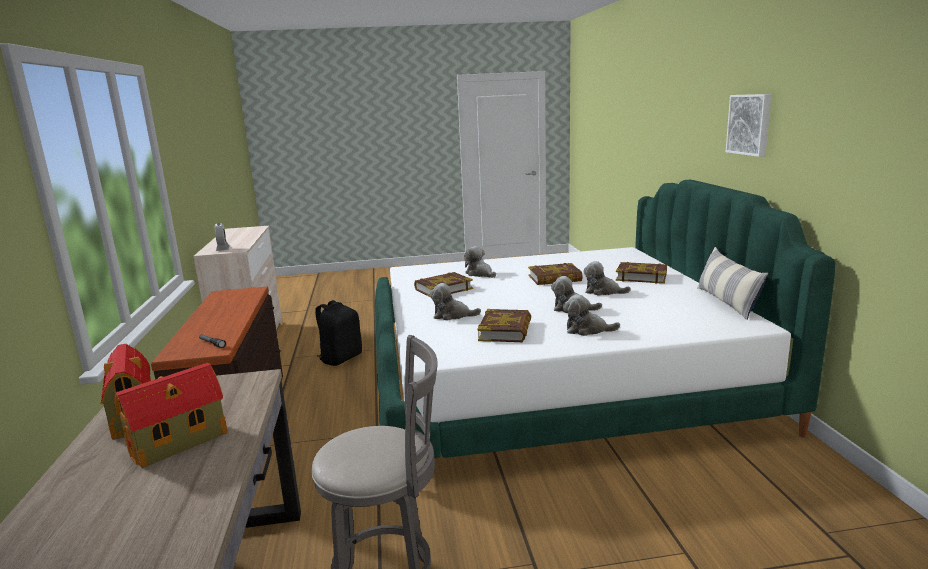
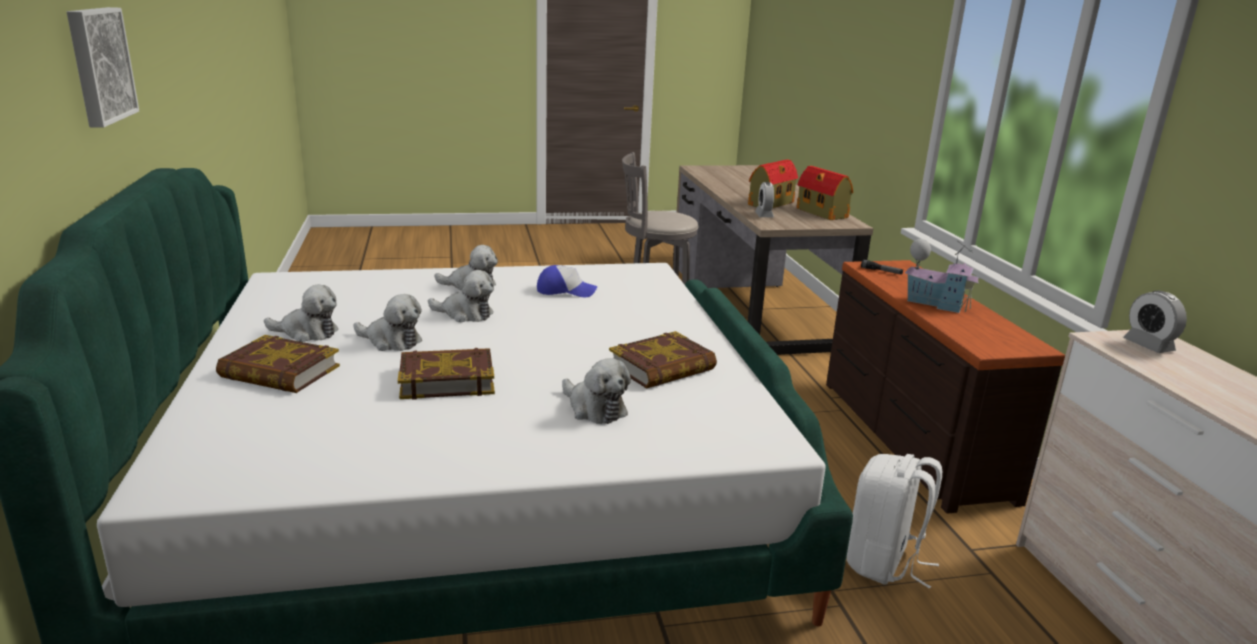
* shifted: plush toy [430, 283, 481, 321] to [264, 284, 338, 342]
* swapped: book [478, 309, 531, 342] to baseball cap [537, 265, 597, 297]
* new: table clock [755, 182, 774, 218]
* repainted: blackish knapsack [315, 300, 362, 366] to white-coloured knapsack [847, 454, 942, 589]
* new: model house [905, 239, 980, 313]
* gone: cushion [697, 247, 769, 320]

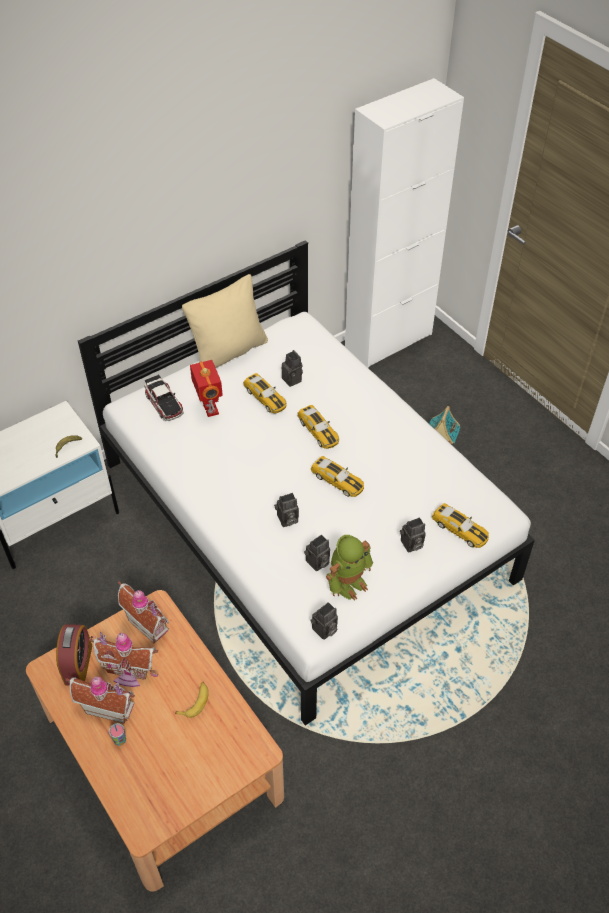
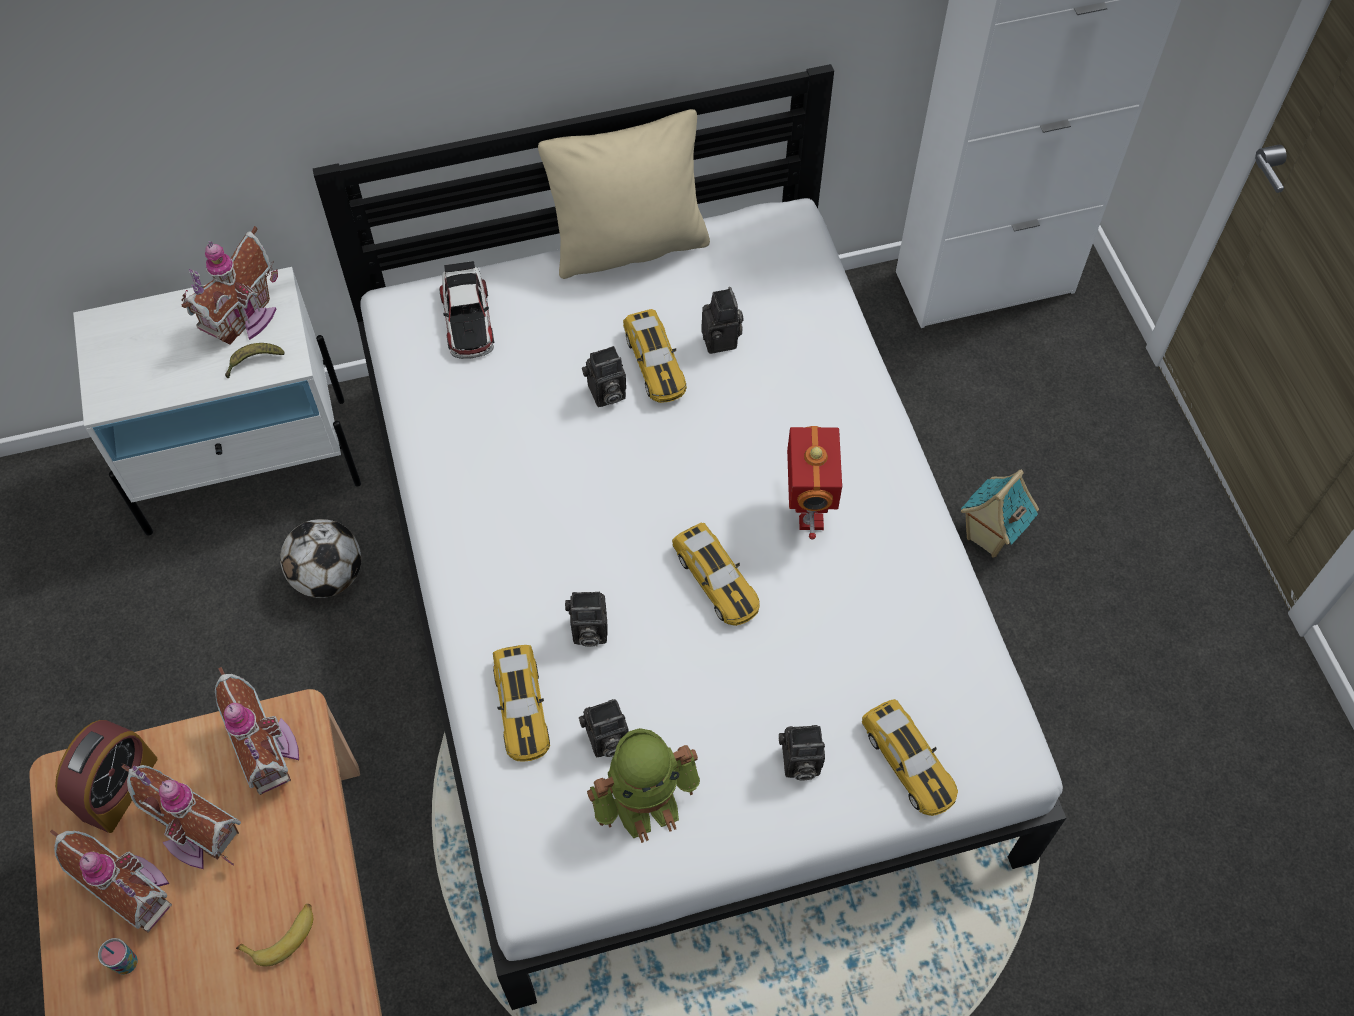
* new: model house [182, 226, 278, 345]
* new: football [280, 519, 361, 598]
* shifted: miniature car [297, 405, 339, 449] to [493, 645, 550, 762]
* shifted: still camera [310, 602, 338, 640] to [582, 346, 626, 407]
* shifted: toy robot [190, 360, 223, 417] to [787, 426, 843, 539]

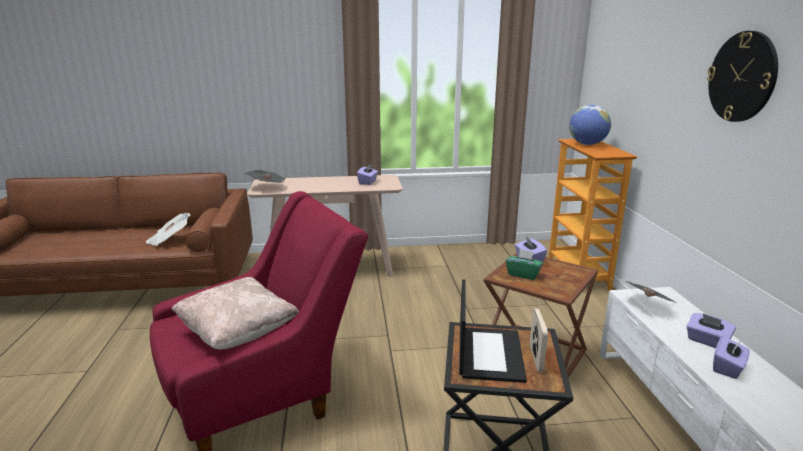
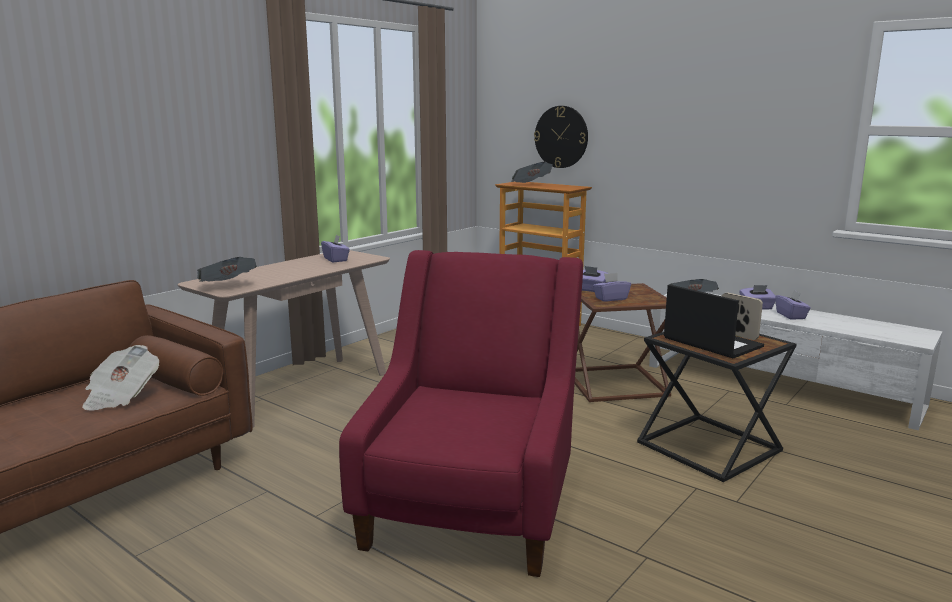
* swapped: world globe [569, 105, 611, 145] to daily paper [512, 162, 553, 183]
* shifted: wall clock [707, 31, 778, 122] to [534, 106, 588, 168]
* repainted: green tissue holder [506, 249, 543, 280] to purplish tissue holder [593, 273, 631, 301]
* gone: beige-coloured cushion [171, 277, 299, 349]

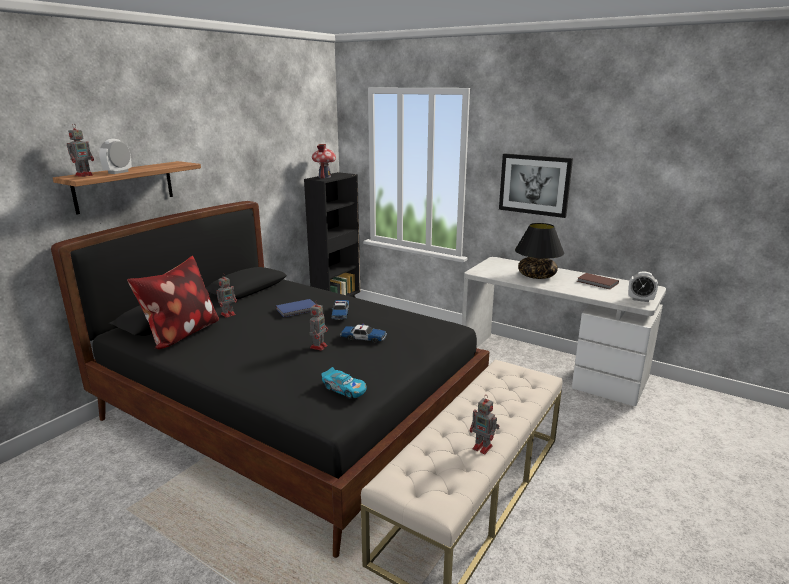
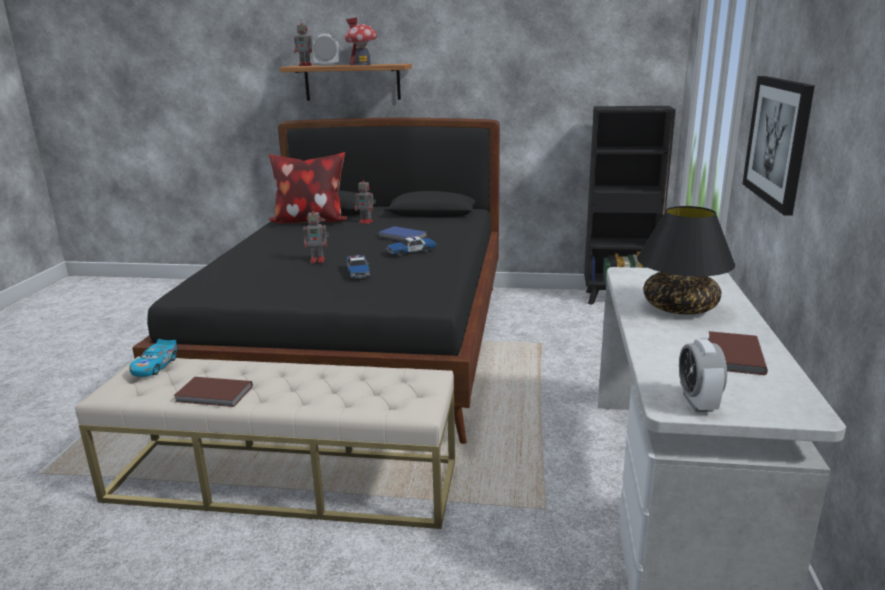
* shifted: miniature car [321, 367, 367, 399] to [129, 339, 177, 377]
* swapped: toy robot [470, 396, 499, 454] to brown-coloured book [173, 377, 253, 407]
* shifted: model house [312, 144, 336, 179] to [345, 17, 377, 65]

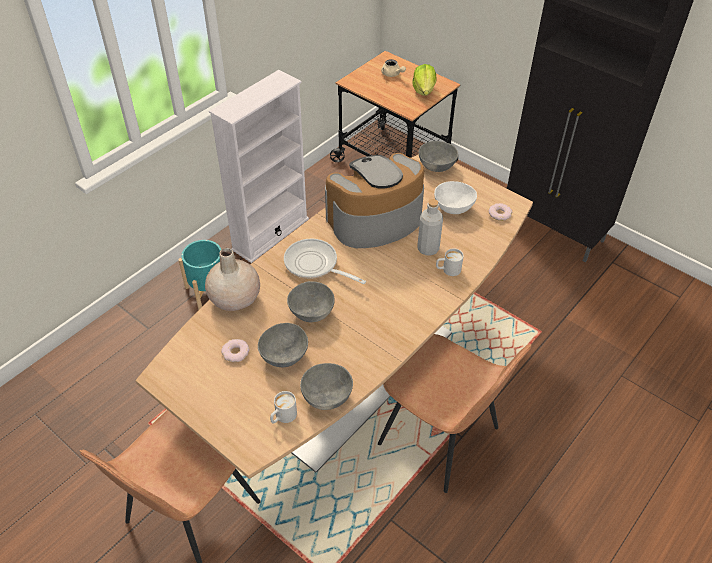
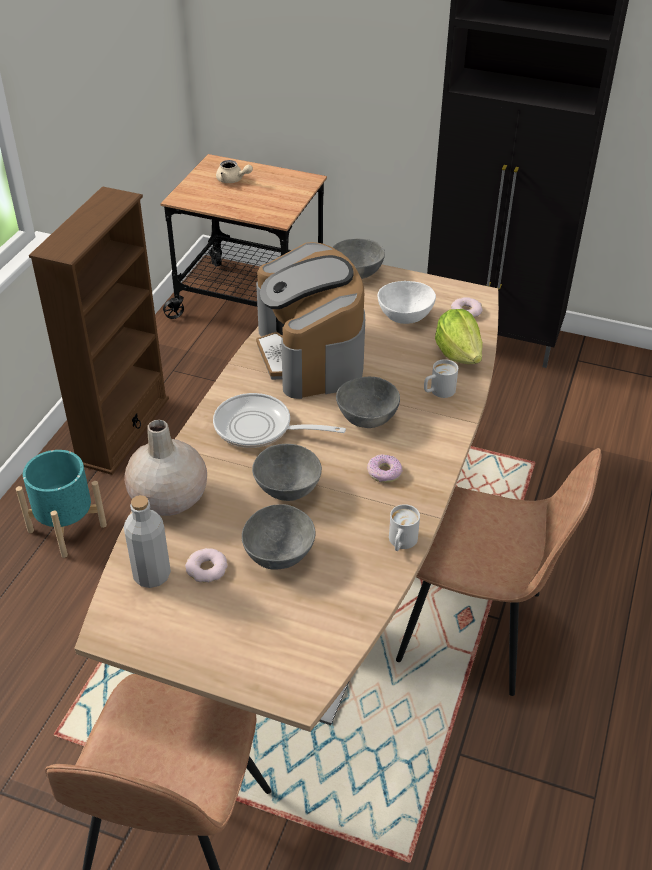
* repainted: white-coloured bookcase [209, 70, 309, 263] to brown-coloured bookcase [29, 186, 169, 475]
* shifted: grey beverage bottle [418, 199, 443, 256] to [124, 495, 171, 588]
* rotated: coffee maker [325, 153, 424, 248] = [256, 242, 365, 399] 60 degrees counterclockwise
* shifted: grey serving bowl [300, 363, 353, 410] to [336, 377, 400, 428]
* new: ring doughnut [367, 454, 403, 483]
* shifted: white-coloured coffee mug [270, 391, 297, 423] to [389, 504, 420, 551]
* shifted: head of lettuce [412, 64, 436, 95] to [435, 309, 483, 364]

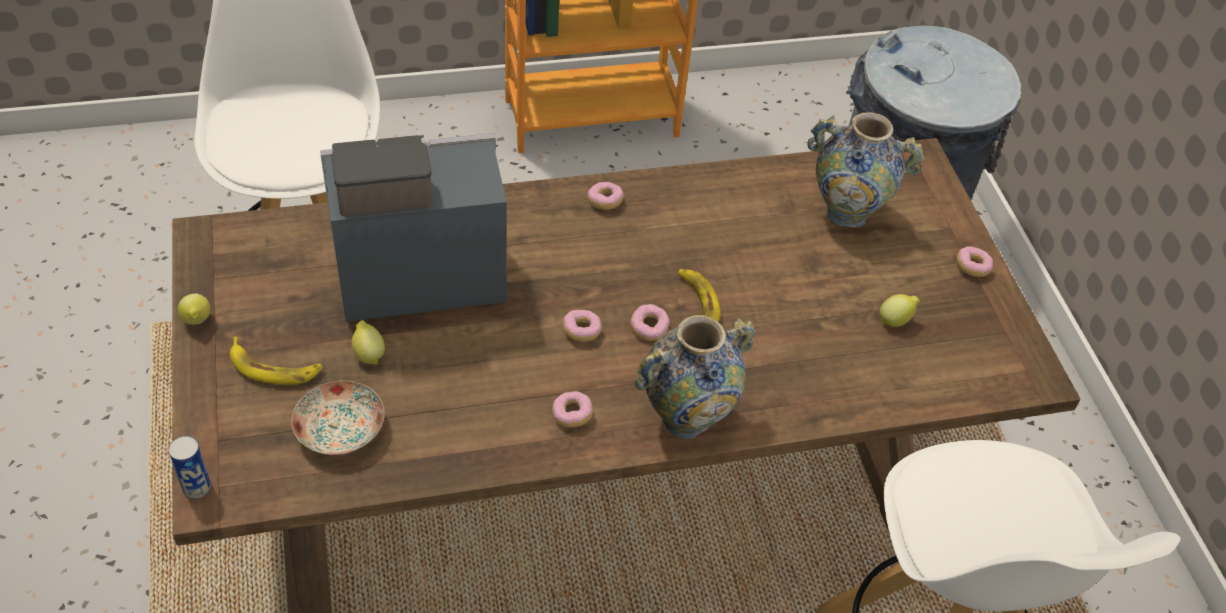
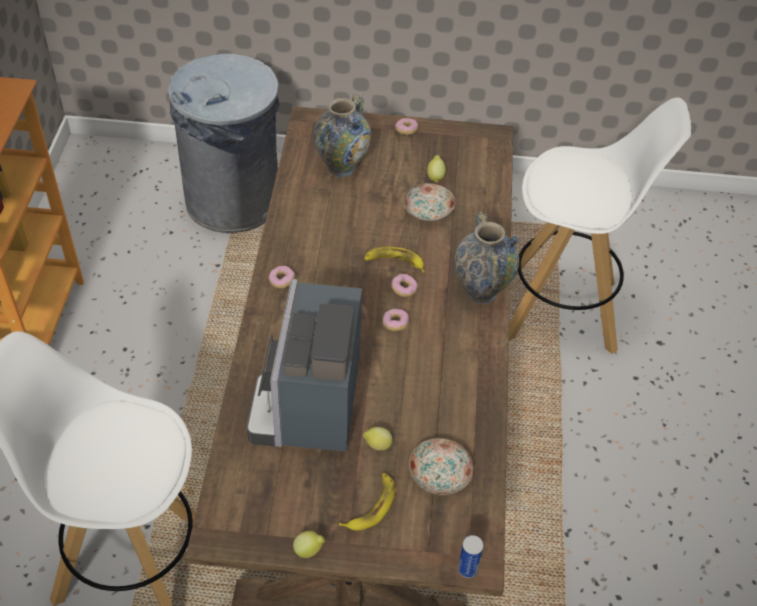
* new: dinner plate [403, 183, 456, 221]
* gone: ring doughnut [552, 391, 593, 428]

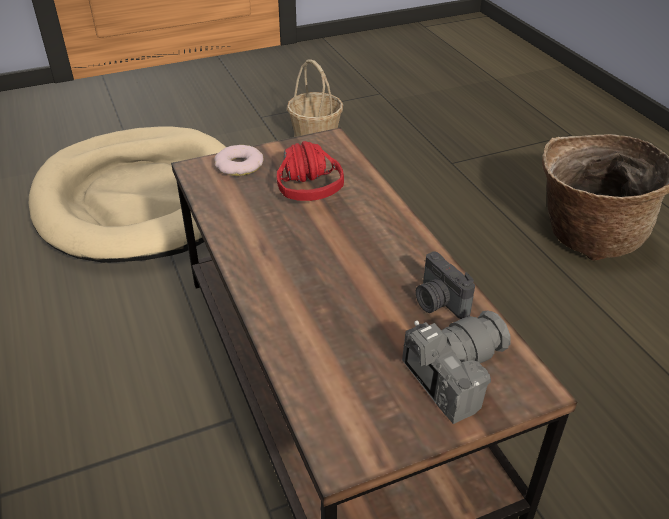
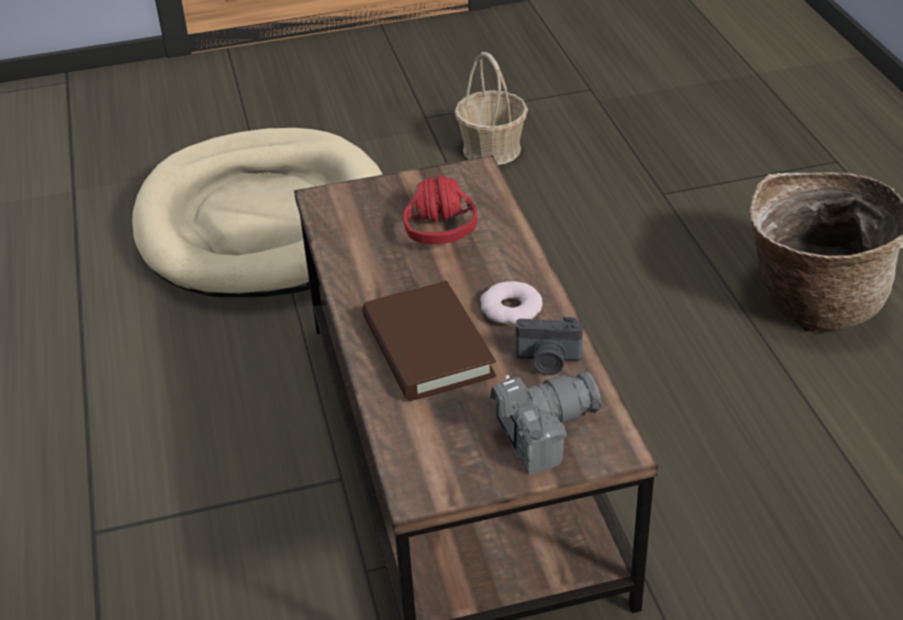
* new: brown-coloured book [362, 280, 496, 401]
* shifted: ring doughnut [214, 145, 264, 176] to [480, 281, 543, 325]
* rotated: still camera [416, 252, 475, 319] = [516, 317, 583, 375] 60 degrees counterclockwise

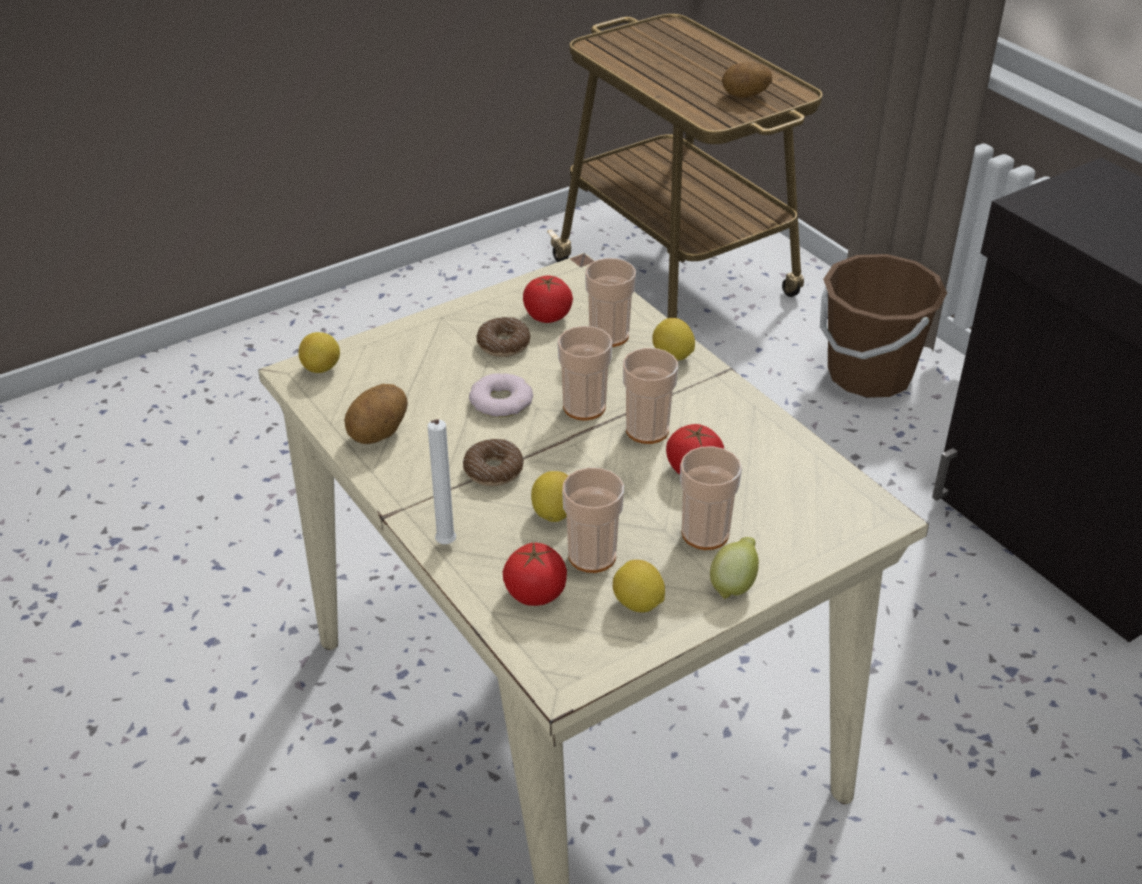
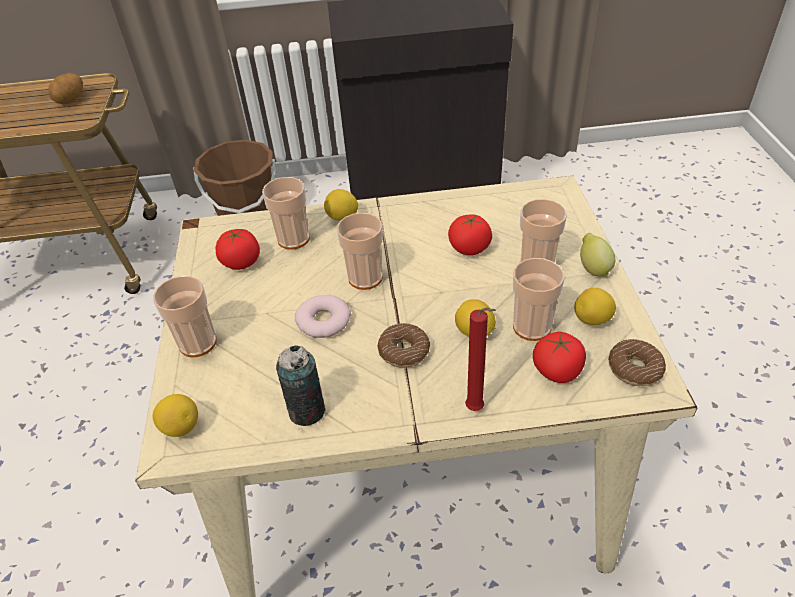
* shifted: small cup [623, 348, 678, 444] to [153, 276, 217, 357]
* swapped: spud [344, 384, 408, 444] to sealed can [276, 345, 325, 426]
* repainted: white-coloured candle [428, 419, 456, 544] to red-coloured candle [465, 308, 496, 411]
* shifted: ring doughnut [476, 317, 531, 357] to [608, 339, 666, 386]

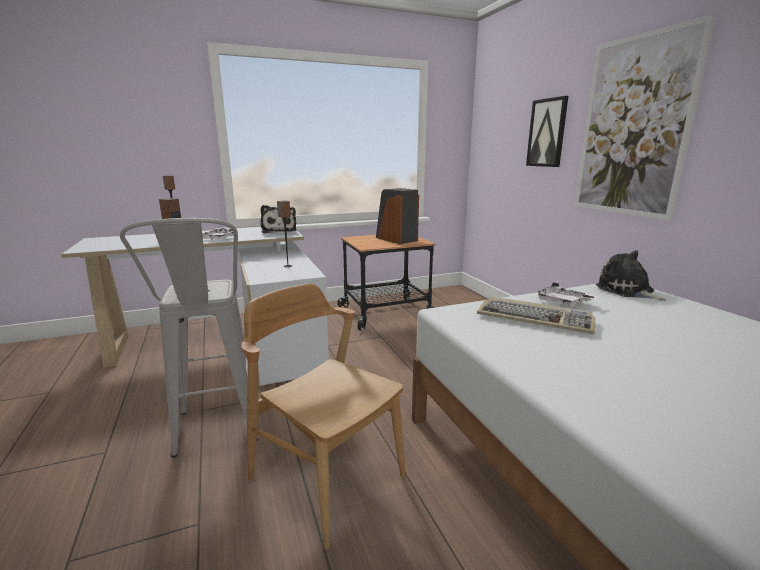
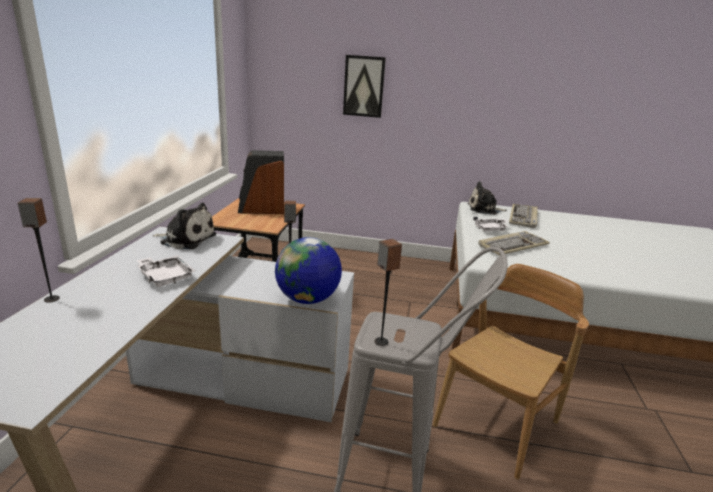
* new: world globe [275, 237, 342, 304]
* rotated: brown-coloured plain chair [241, 283, 406, 550] = [433, 264, 589, 480] 150 degrees clockwise
* new: PC keyboard [509, 204, 538, 228]
* gone: wall art [574, 14, 716, 221]

